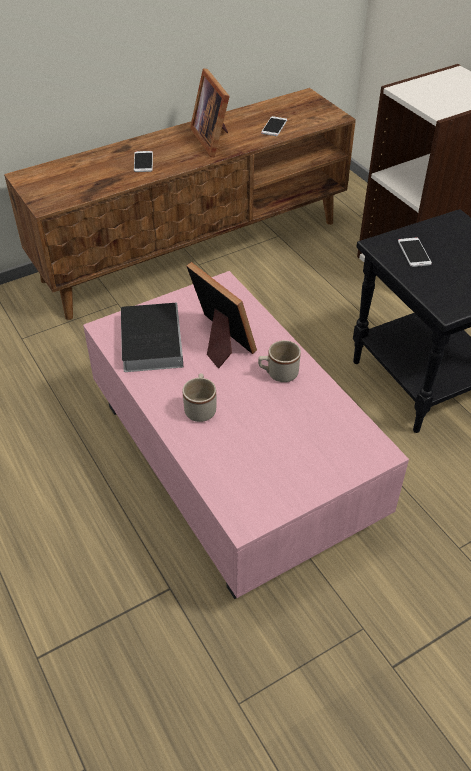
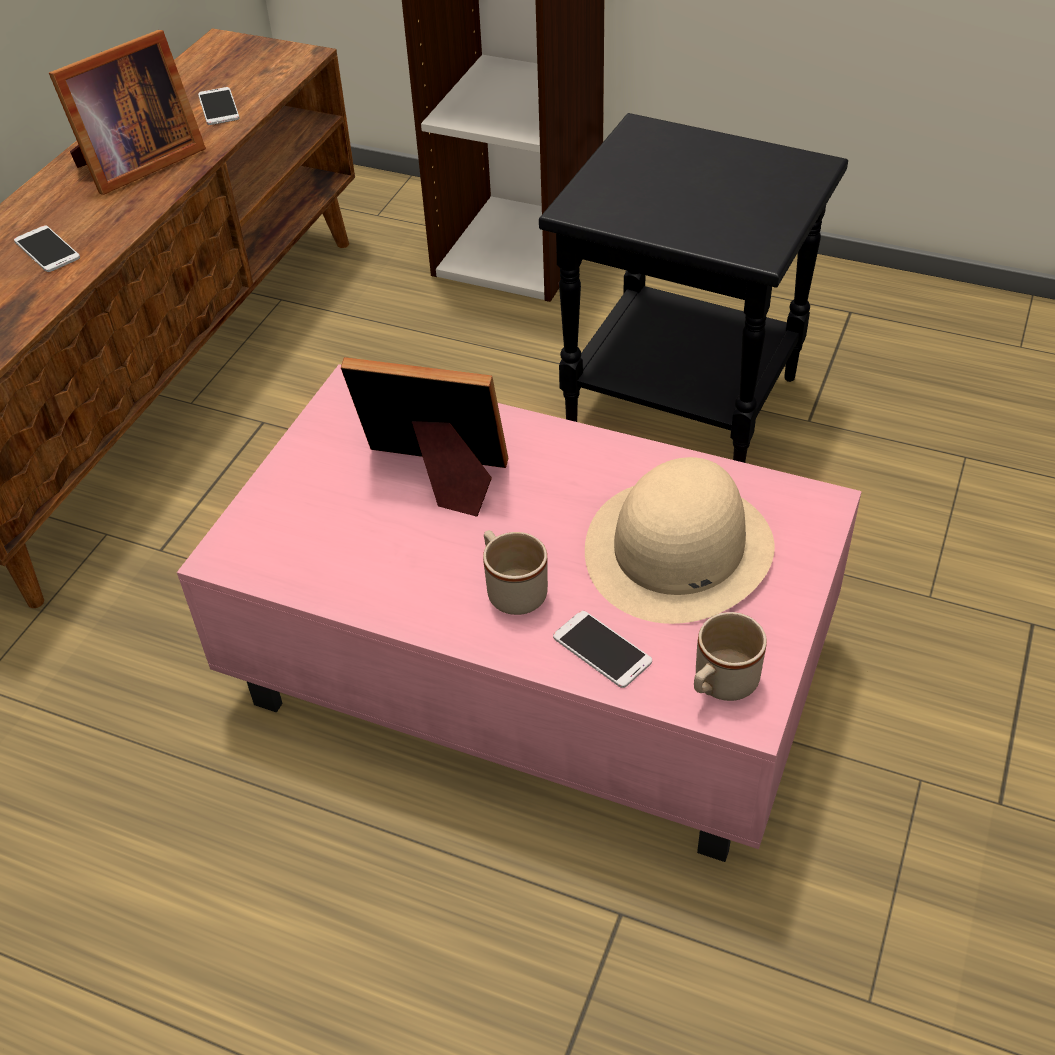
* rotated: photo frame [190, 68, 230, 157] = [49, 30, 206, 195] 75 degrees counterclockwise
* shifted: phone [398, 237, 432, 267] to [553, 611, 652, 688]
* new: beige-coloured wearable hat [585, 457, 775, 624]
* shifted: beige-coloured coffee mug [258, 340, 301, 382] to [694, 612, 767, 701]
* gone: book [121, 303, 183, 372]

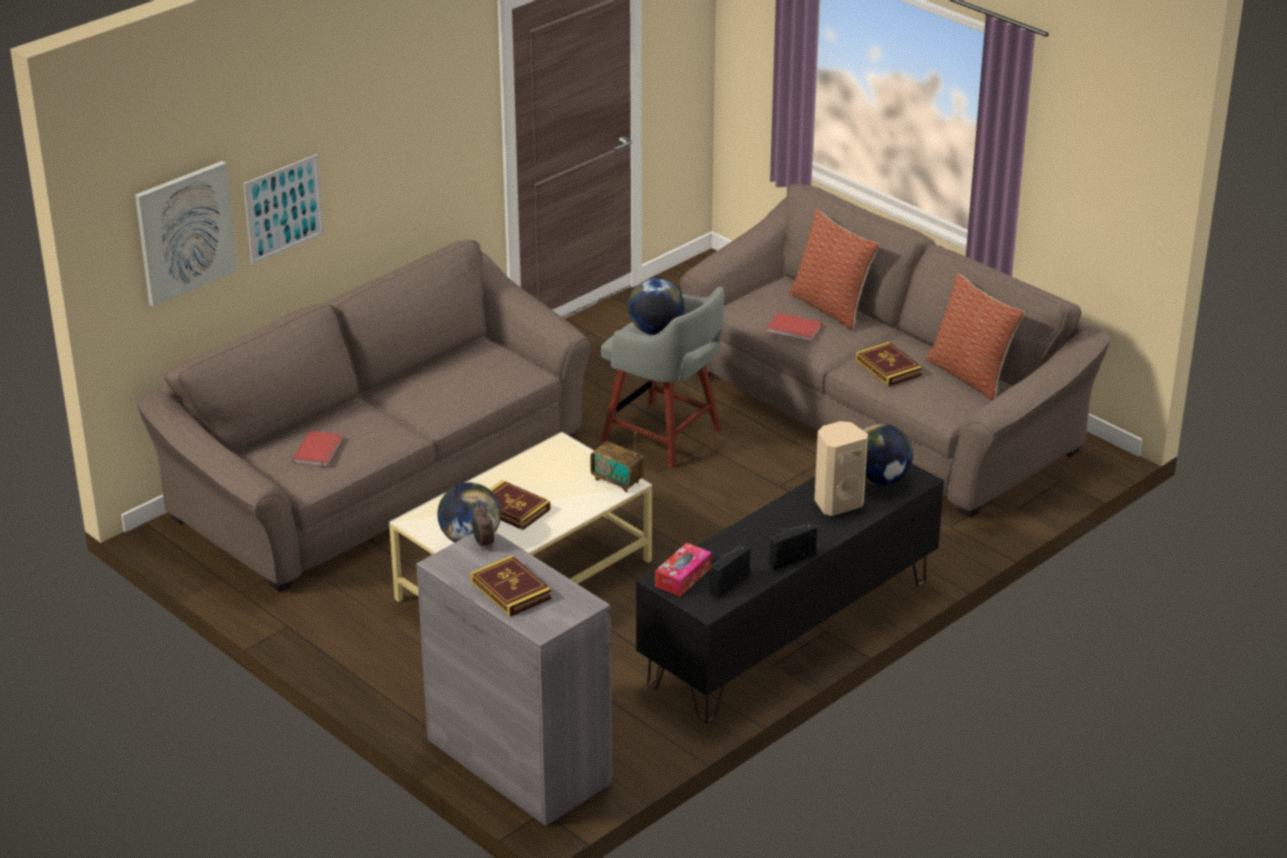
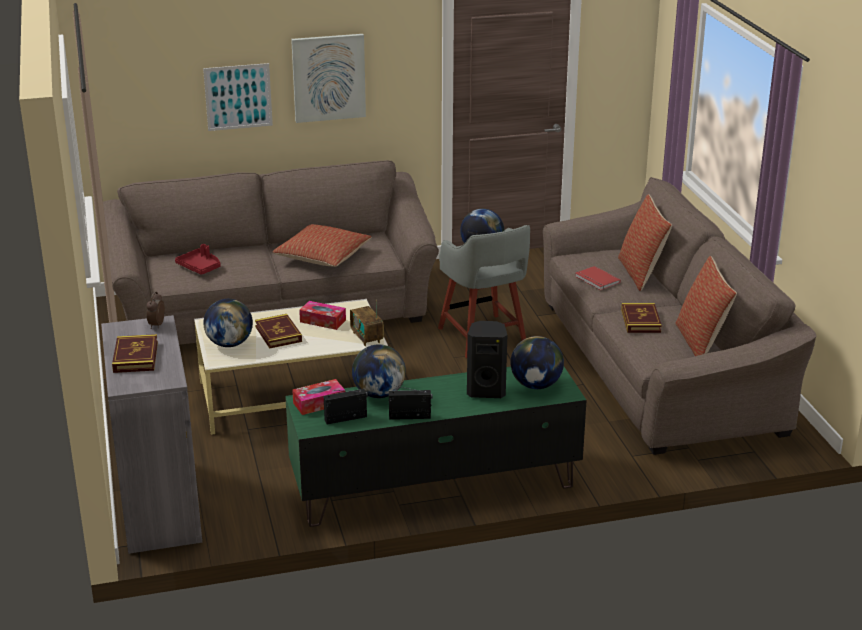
* swapped: red-coloured book [292, 431, 343, 467] to red-coloured carrying tray [175, 244, 221, 275]
* new: cushion [273, 224, 372, 267]
* repainted: blackish media console [636, 464, 944, 723] to green media console [285, 367, 587, 527]
* shifted: wall art [135, 161, 238, 307] to [291, 34, 366, 123]
* new: tissue holder [299, 301, 346, 330]
* new: world globe [352, 344, 406, 398]
* repainted: beige-coloured audio speaker [814, 421, 868, 516] to blackish audio speaker [467, 321, 507, 398]

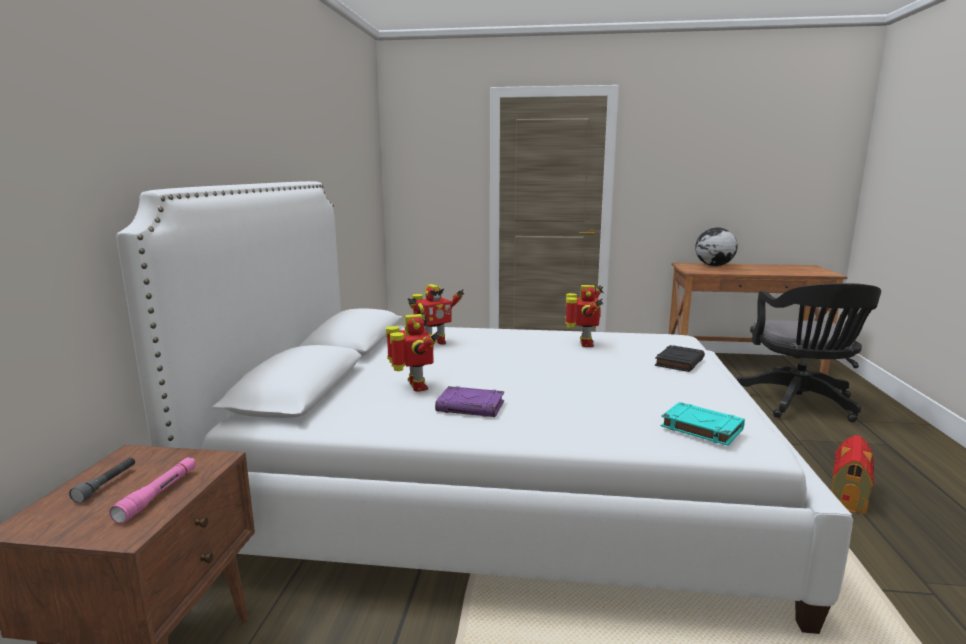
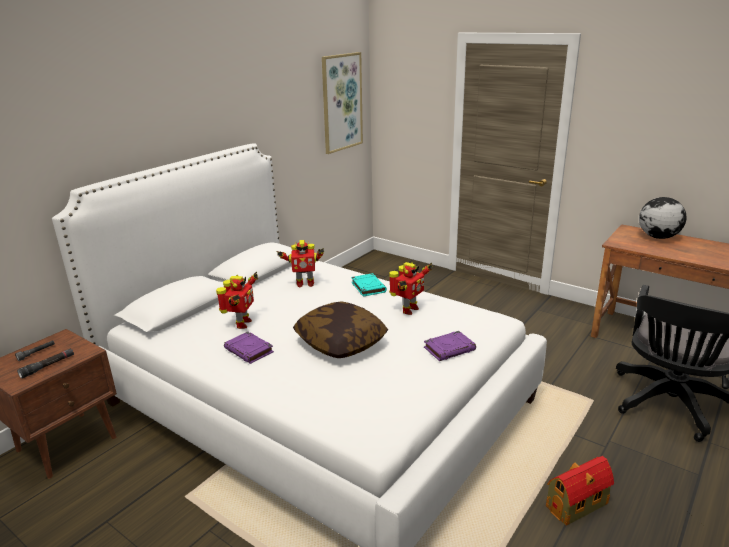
* repainted: pink-coloured hand torch [109, 457, 196, 524] to blackish hand torch [17, 348, 74, 379]
* new: cushion [293, 301, 388, 358]
* new: wall art [322, 52, 363, 154]
* shifted: blue-green book [661, 402, 745, 446] to [351, 273, 387, 297]
* repainted: blackish book [655, 345, 705, 372] to purplish book [424, 331, 476, 361]

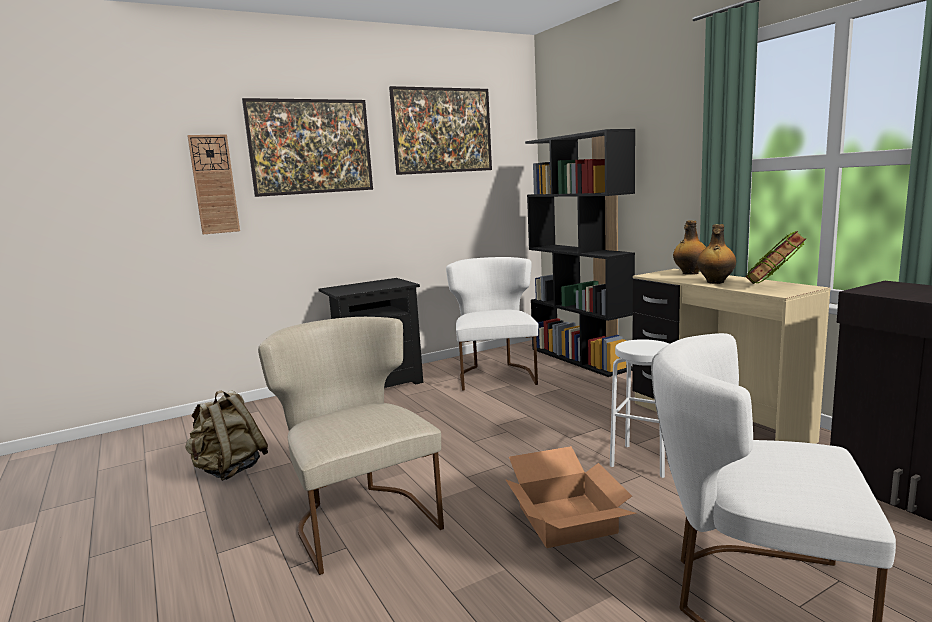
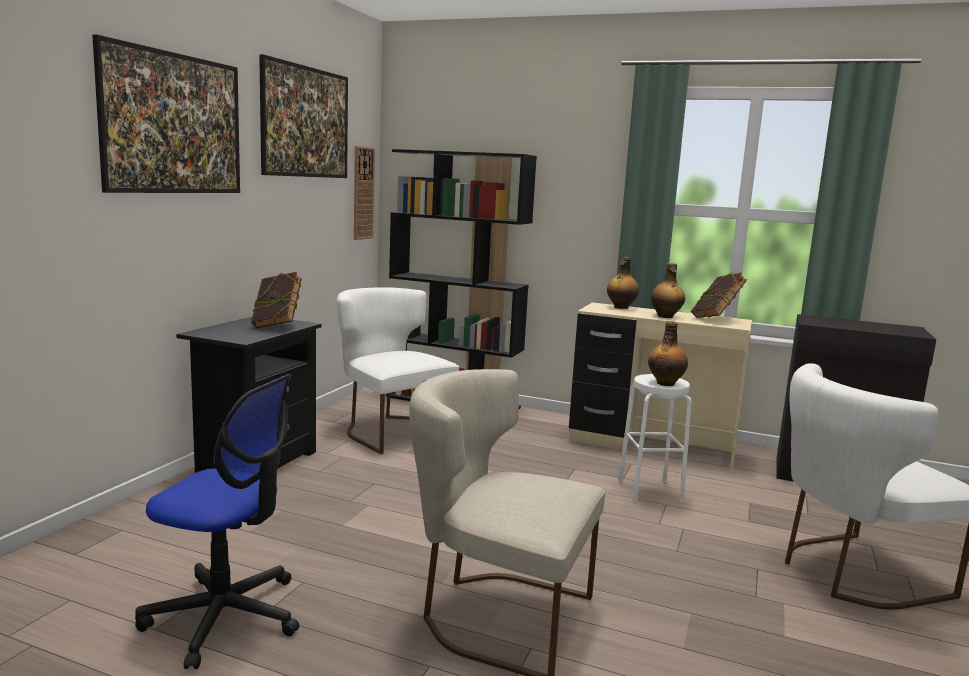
* swapped: beige-coloured knapsack [186, 390, 268, 481] to computer chair [135, 374, 299, 669]
* new: book [251, 272, 302, 328]
* shifted: wall clock [187, 135, 240, 234] to [354, 146, 375, 240]
* new: beverage bottle [648, 321, 688, 386]
* gone: packing box [505, 446, 637, 548]

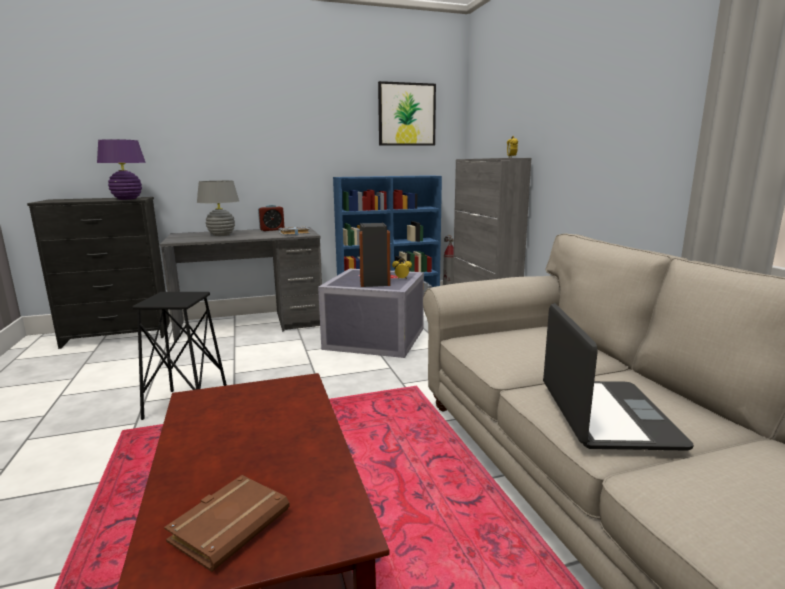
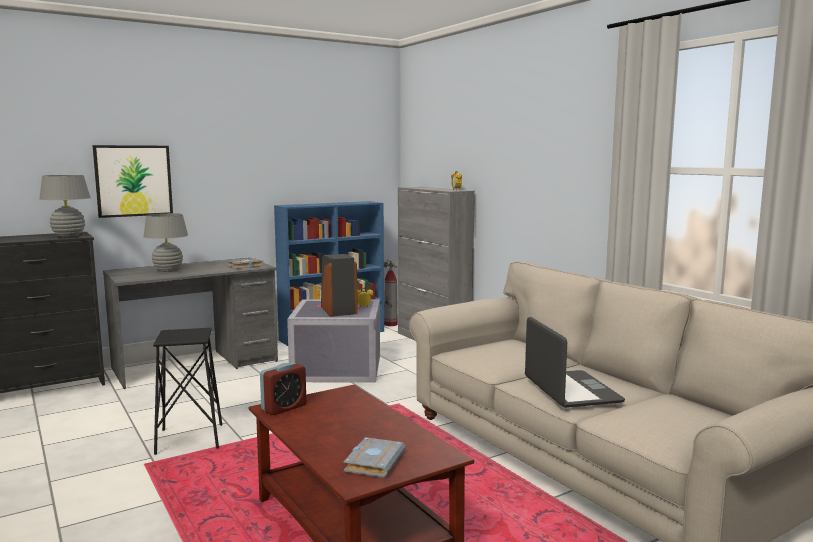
* repainted: purplish lamp for a table [97, 139, 146, 200] to grey lamp for a table [39, 175, 91, 237]
* shifted: wall art [378, 81, 436, 146] to [93, 145, 173, 218]
* shifted: table clock [258, 204, 285, 231] to [260, 362, 306, 415]
* repainted: brown-coloured book [164, 475, 290, 572] to grey book [344, 437, 405, 478]

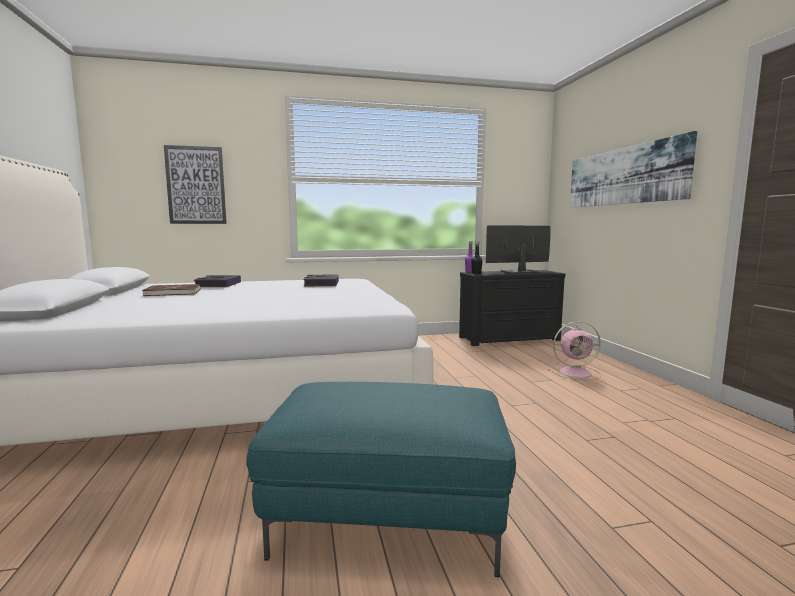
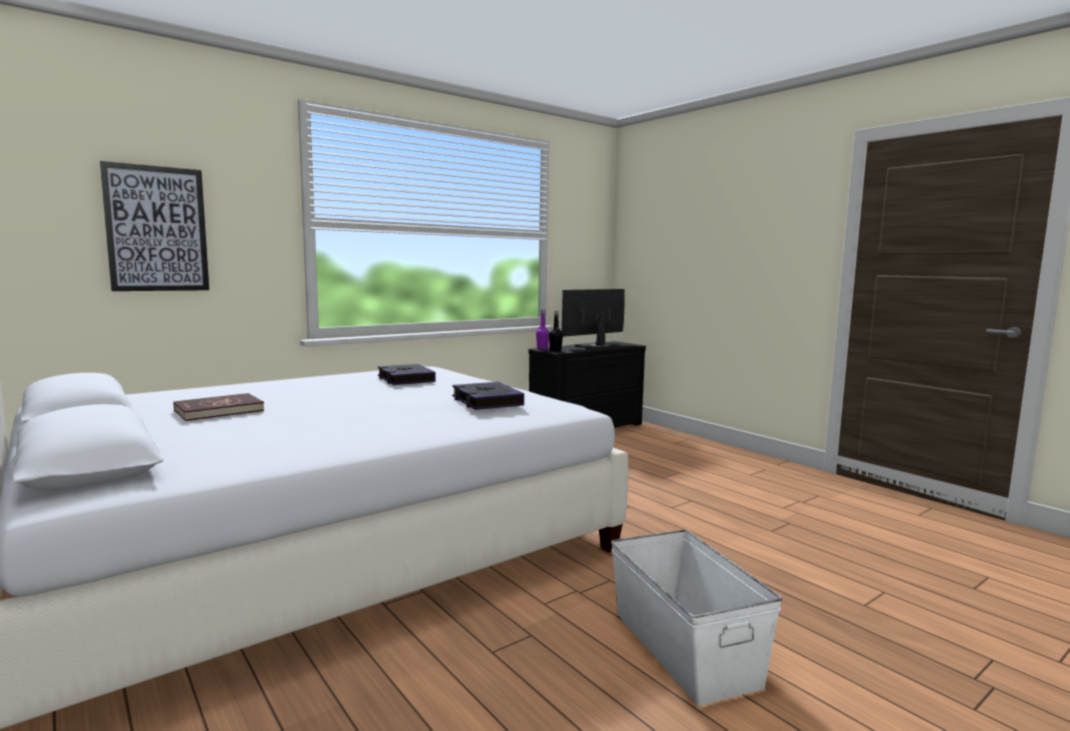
* shifted: book [194, 275, 241, 287] to [452, 382, 524, 410]
* swapped: blue-green pouffe [246, 382, 516, 577] to white-coloured storage bin [611, 530, 782, 706]
* gone: pink-coloured cooling fan [548, 321, 601, 380]
* gone: wall art [570, 131, 697, 208]

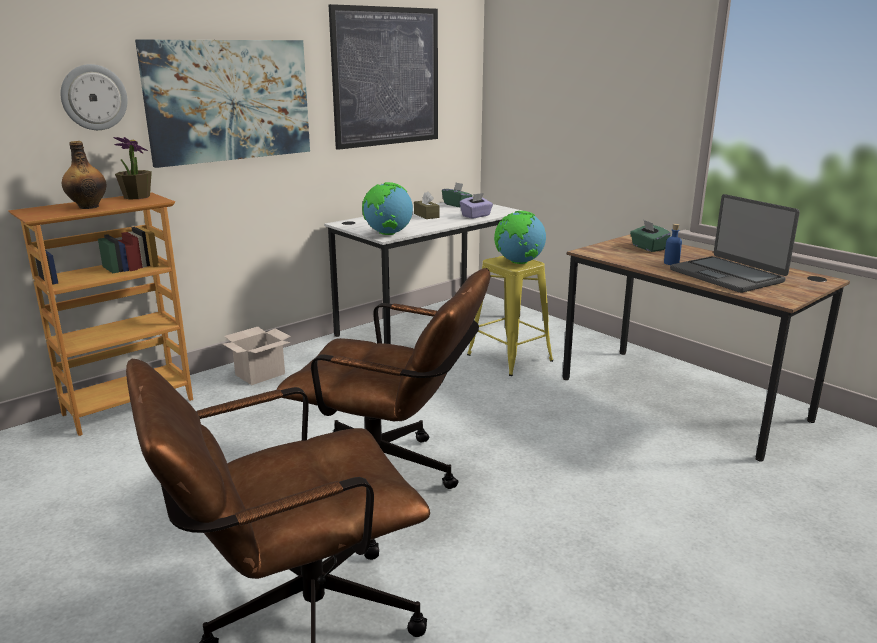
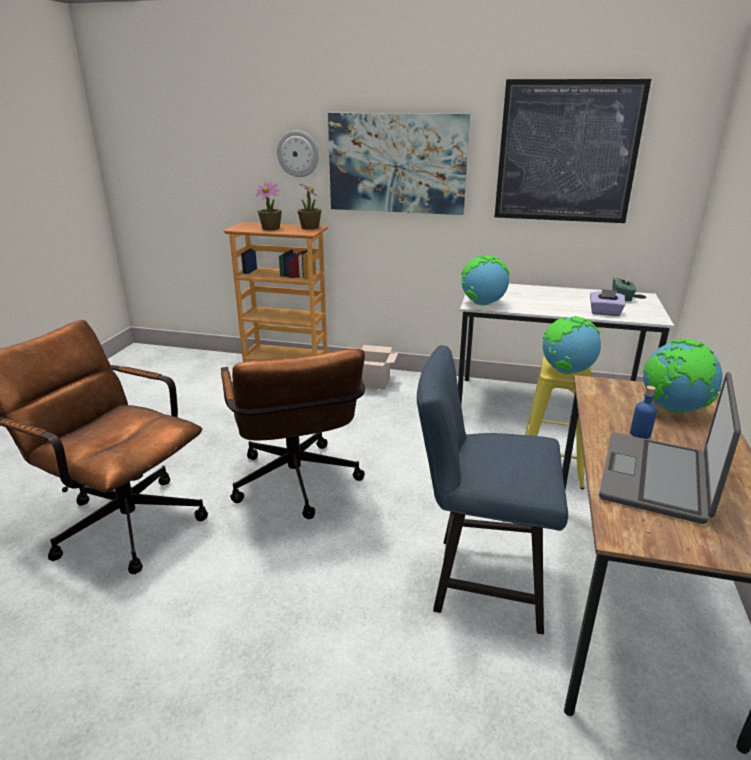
* swapped: beverage bottle [62, 141, 106, 209] to houseplant [256, 182, 282, 230]
* new: blue-coloured plain chair [417, 345, 568, 634]
* swapped: green tissue holder [630, 220, 671, 252] to world globe [643, 339, 723, 413]
* gone: brown-coloured tissue holder [414, 191, 440, 219]

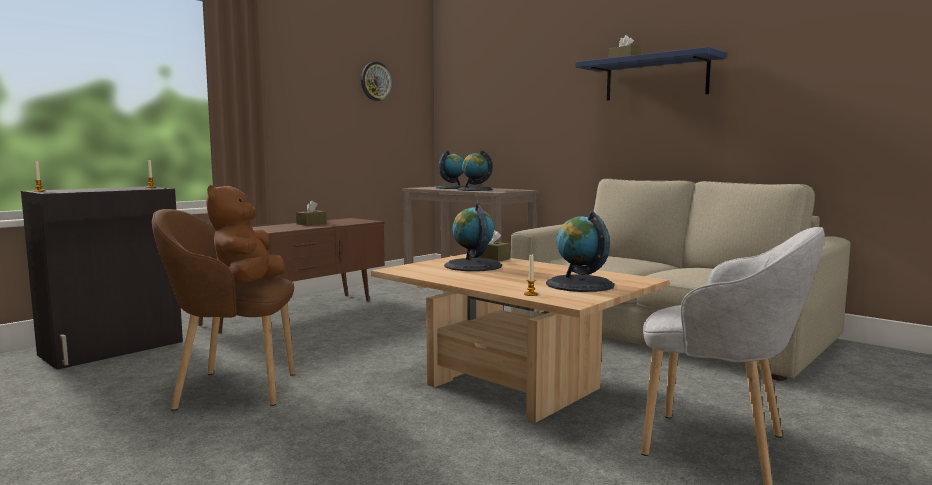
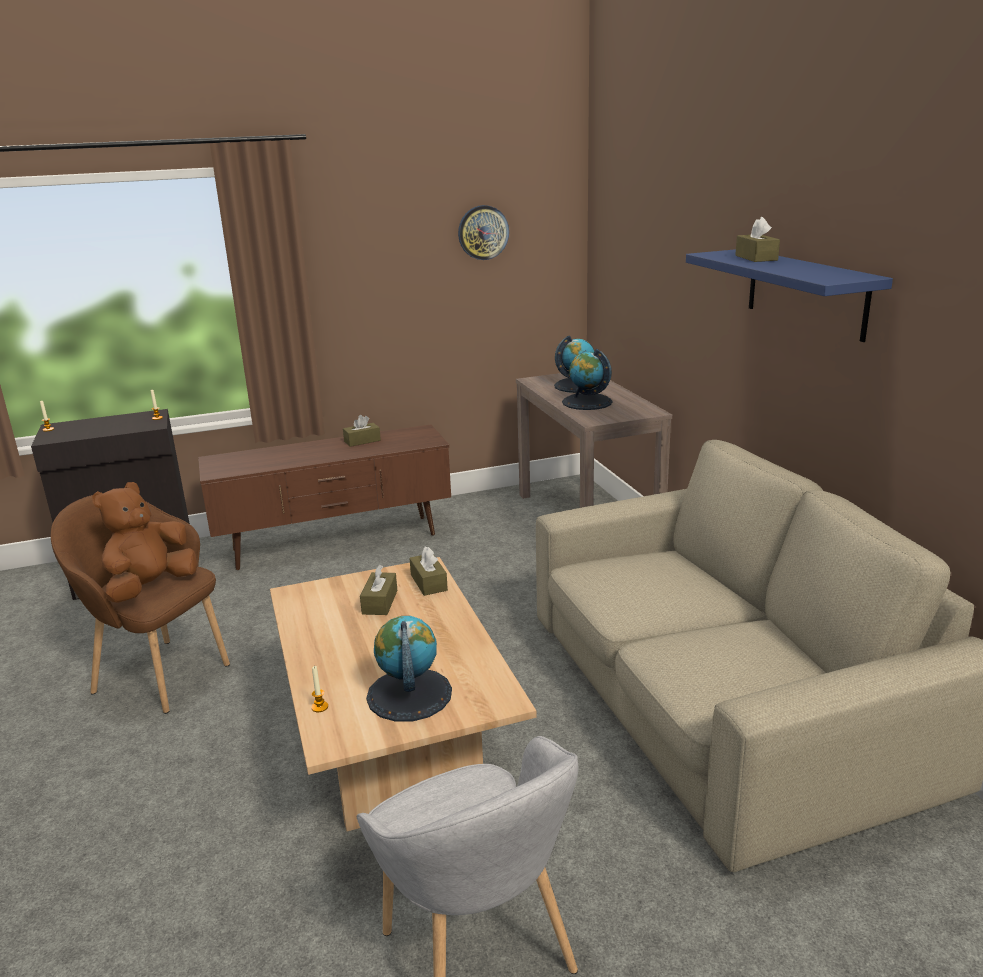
* swapped: world globe [444, 203, 502, 271] to brown-coloured tissue holder [360, 565, 397, 615]

